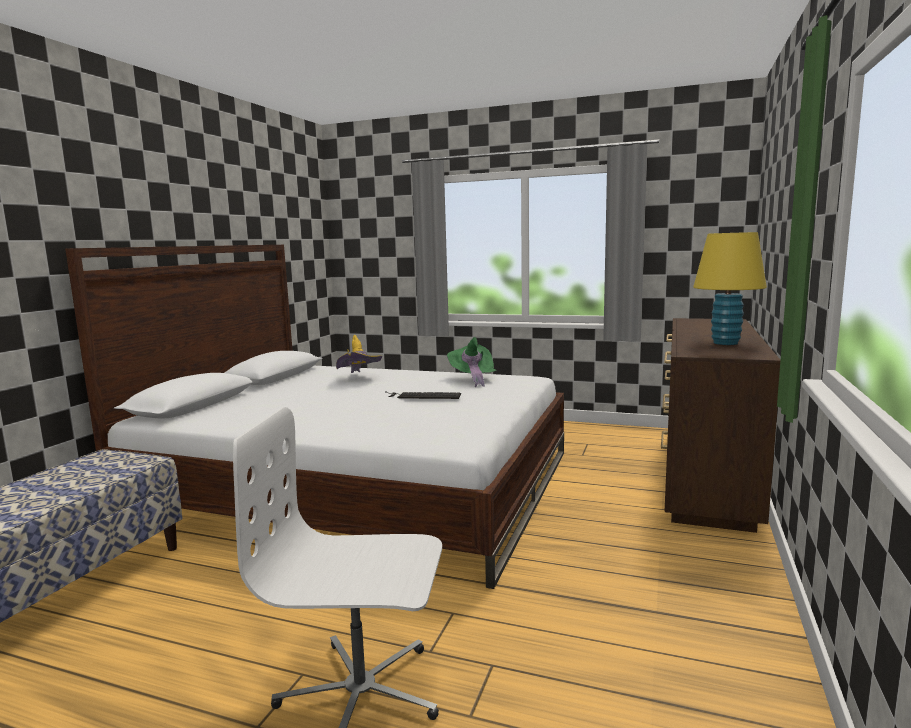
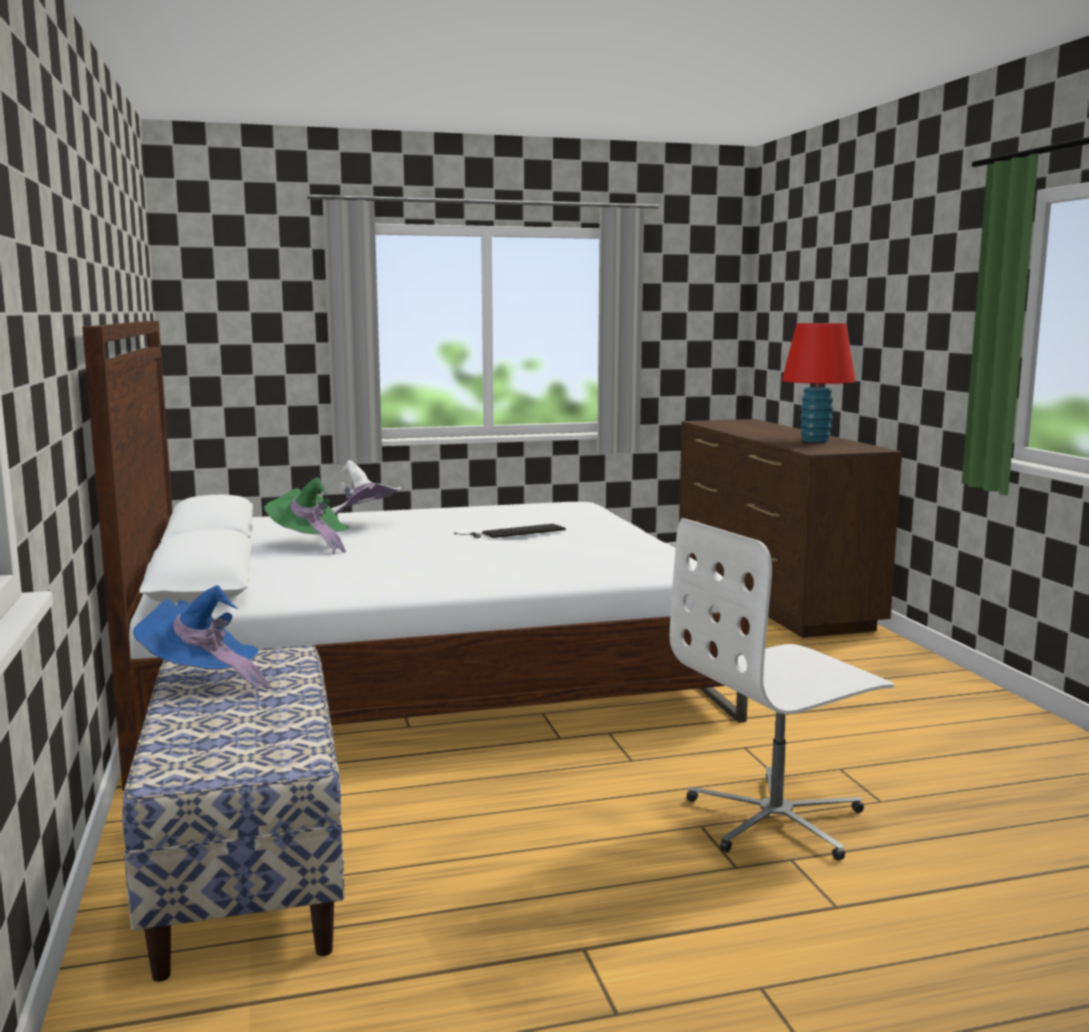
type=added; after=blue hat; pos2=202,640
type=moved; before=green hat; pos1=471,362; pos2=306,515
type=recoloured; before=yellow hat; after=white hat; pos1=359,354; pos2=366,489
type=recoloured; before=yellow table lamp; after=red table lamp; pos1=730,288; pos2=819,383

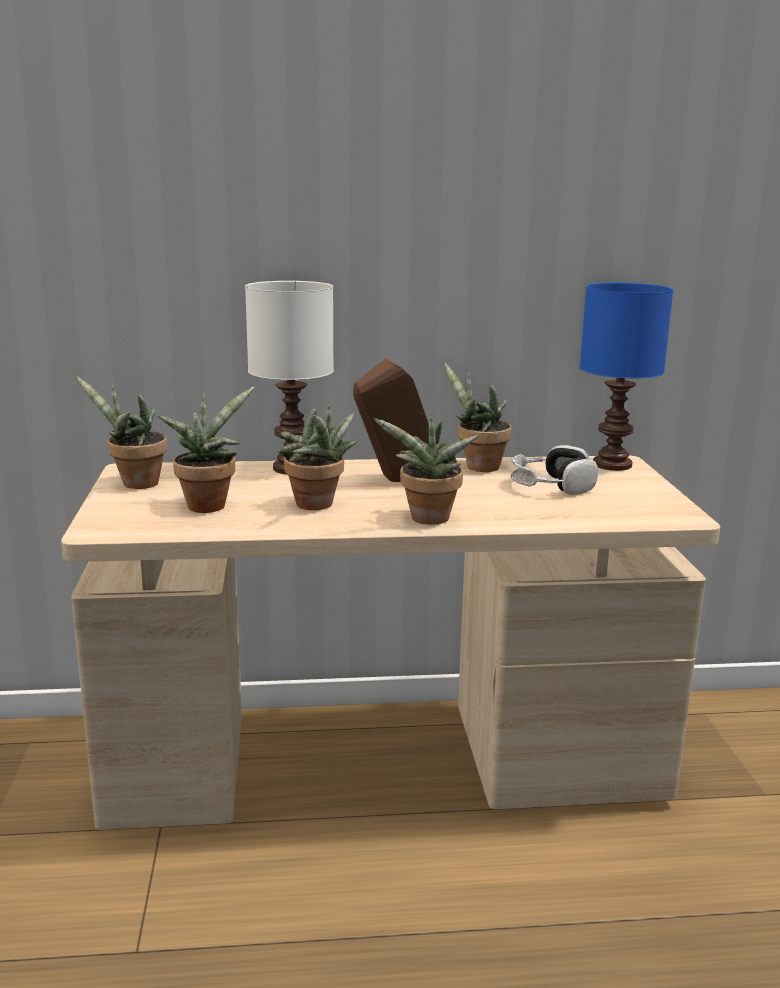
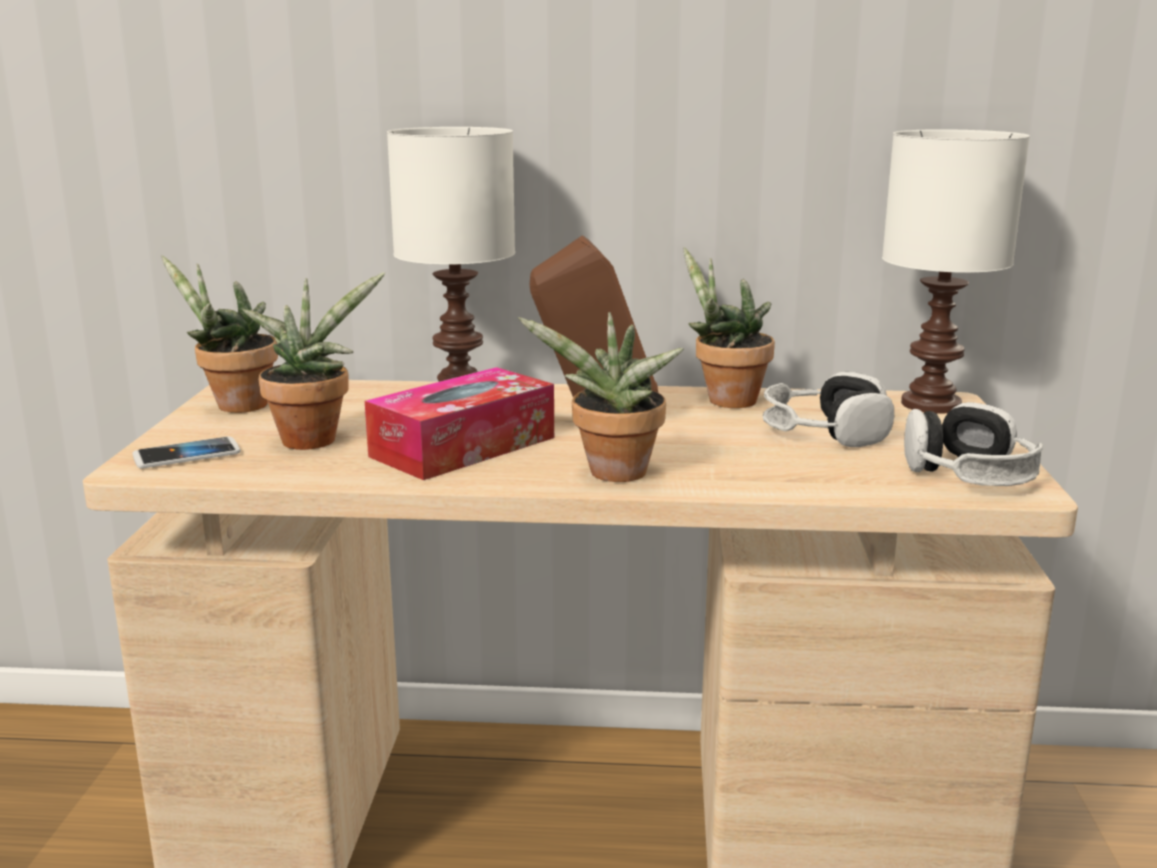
type=added; after=phone; pos2=187,452
type=added; after=headphones; pos2=973,444
type=replaced; before=potted plant; after=tissue box; pos1=318,455; pos2=459,423
type=recoloured; before=blue table lamp; after=white table lamp; pos1=627,376; pos2=956,271

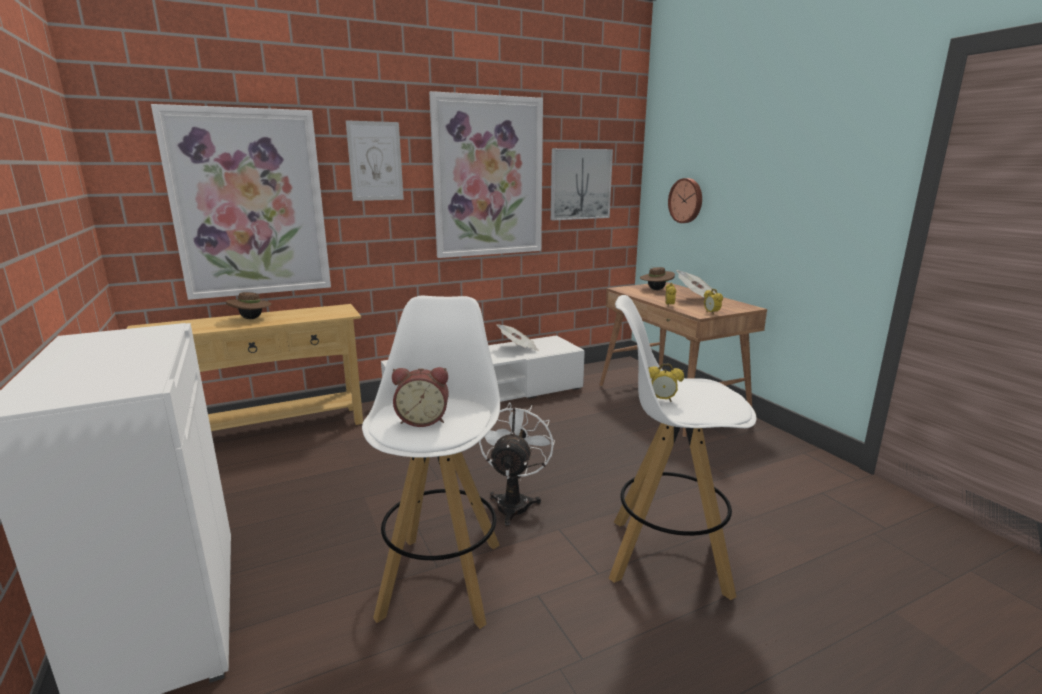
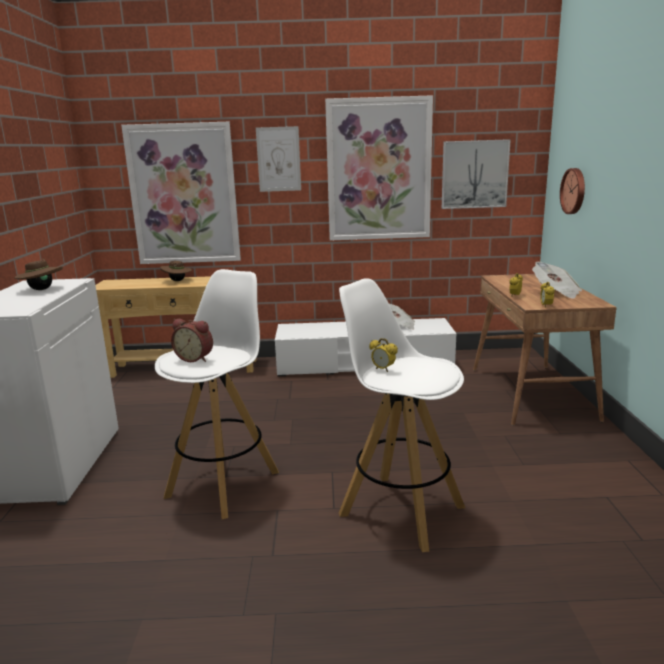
type=removed; before=white fan; pos1=517,464
type=moved; before=brown hat; pos1=657,278; pos2=38,275

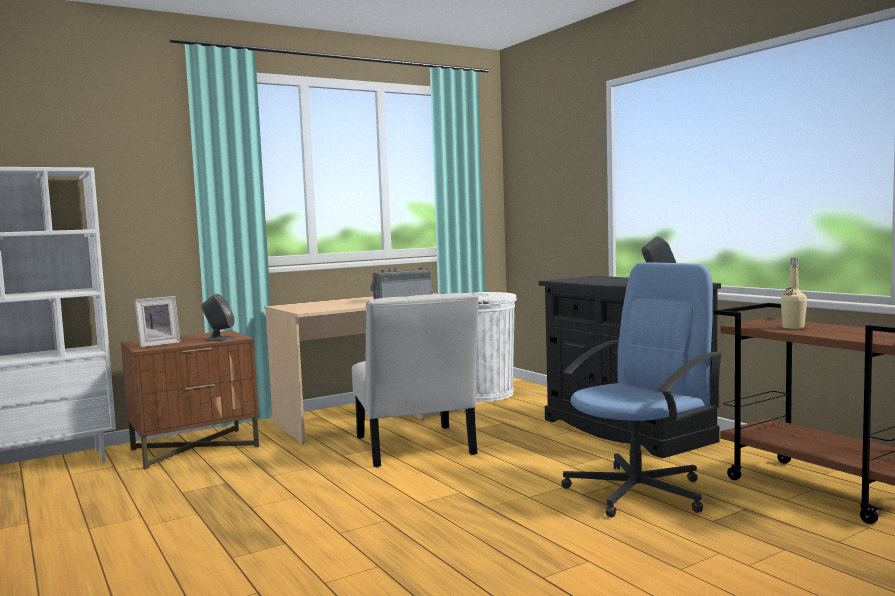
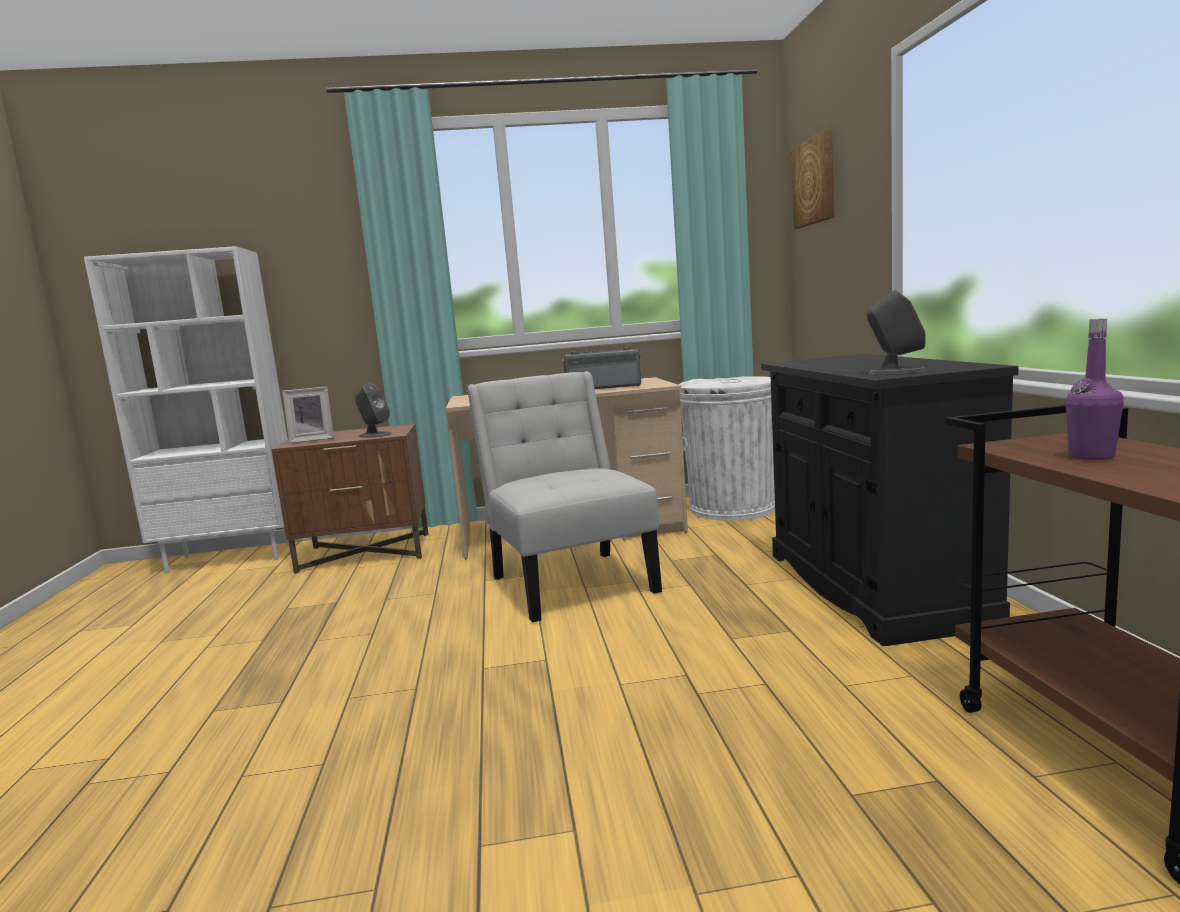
type=removed; before=blue office chair; pos1=642,389
type=added; after=picture; pos2=812,179
type=recoloured; before=beige bottle; after=purple bottle; pos1=794,293; pos2=1095,389
type=turned; before=white chair; pos1=415,380; pos2=564,496; turn=150

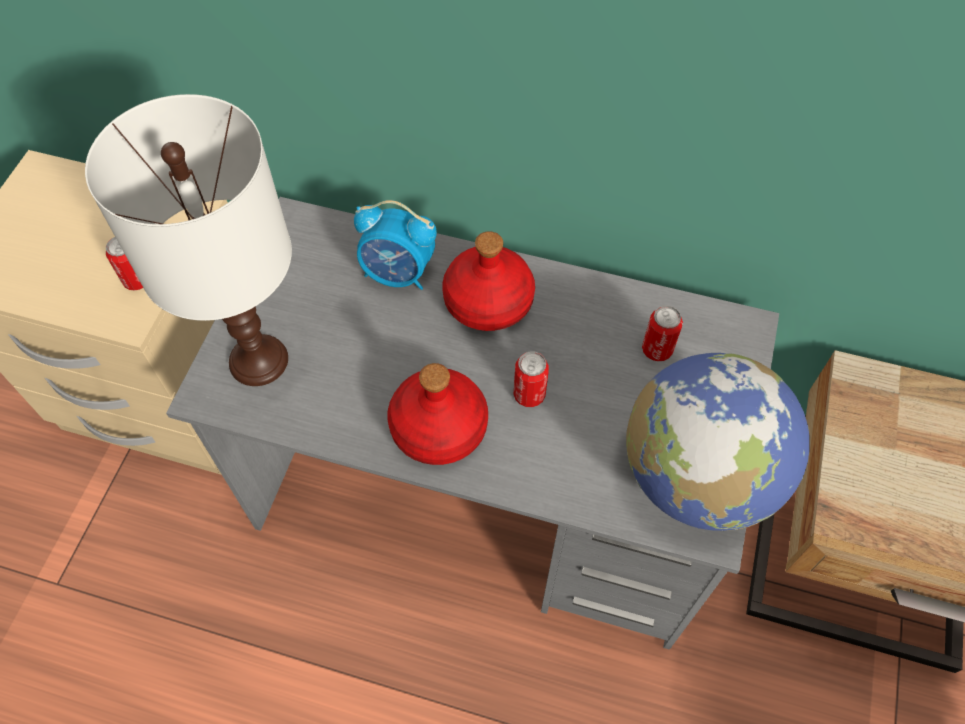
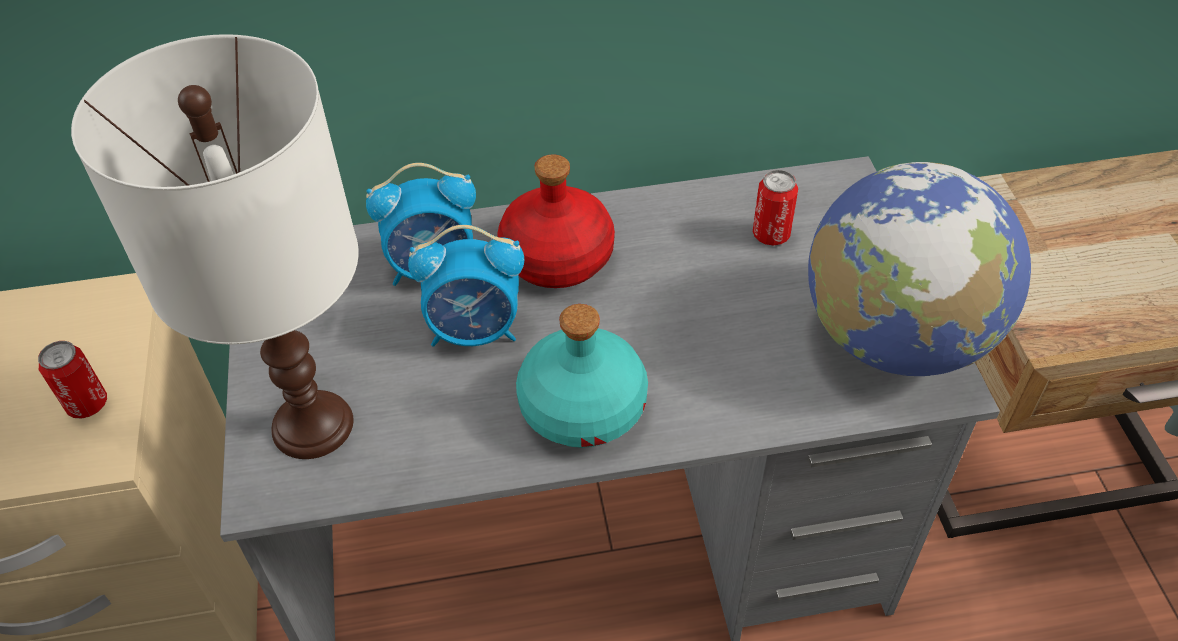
type=removed; before=can; pos1=531,379
type=added; after=alarm clock; pos2=466,286
type=recoloured; before=red bottle; after=turquoise bottle; pos1=437,414; pos2=582,376

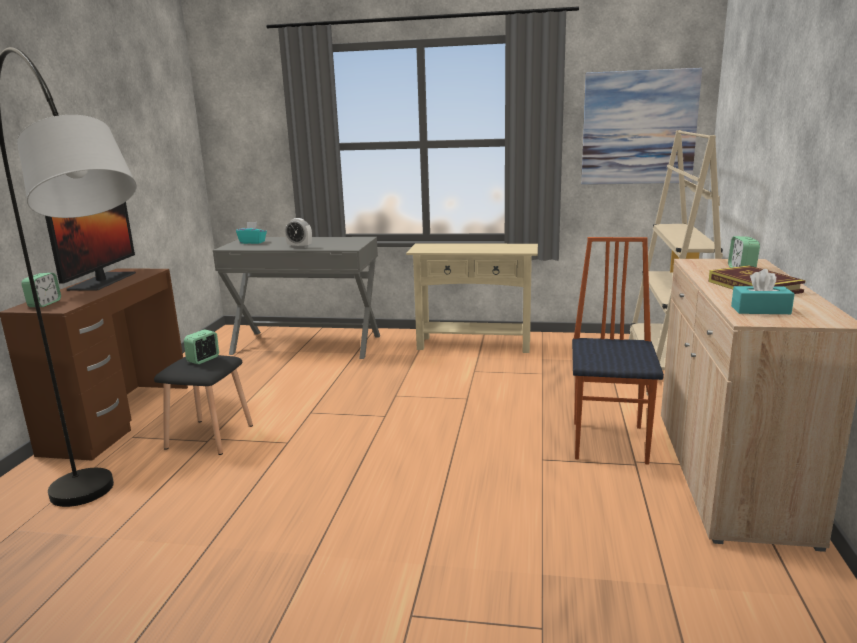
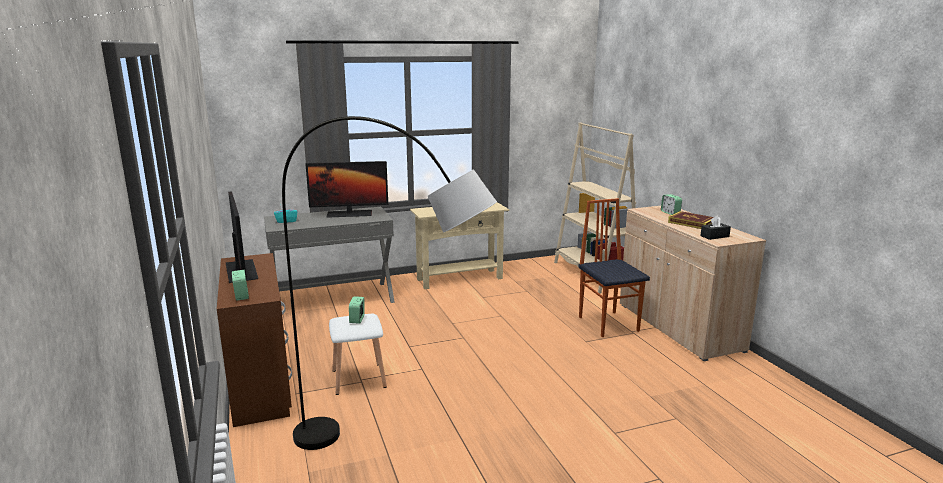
type=removed; before=alarm clock; pos1=298,233
type=removed; before=picture; pos1=641,126
type=added; after=monitor; pos2=346,189
type=recoloured; before=black stool; after=white stool; pos1=203,405; pos2=358,354
type=recoloured; before=turquoise tissue box; after=black tissue box; pos1=762,291; pos2=715,228

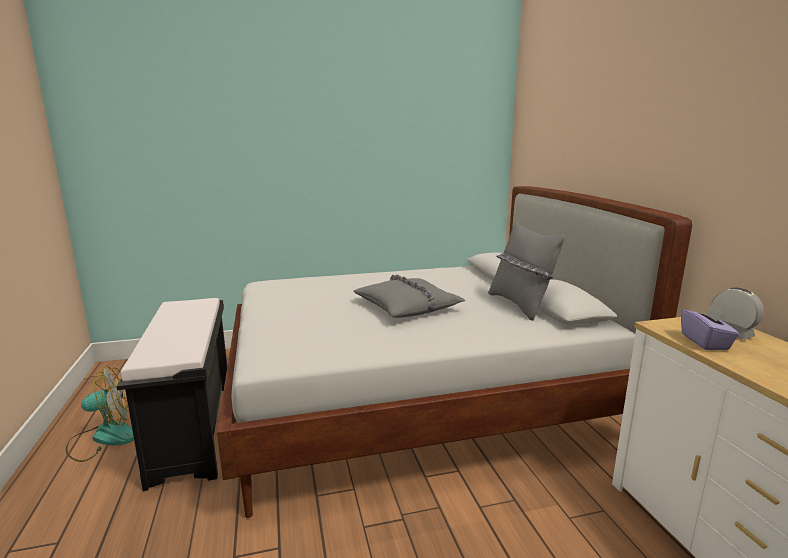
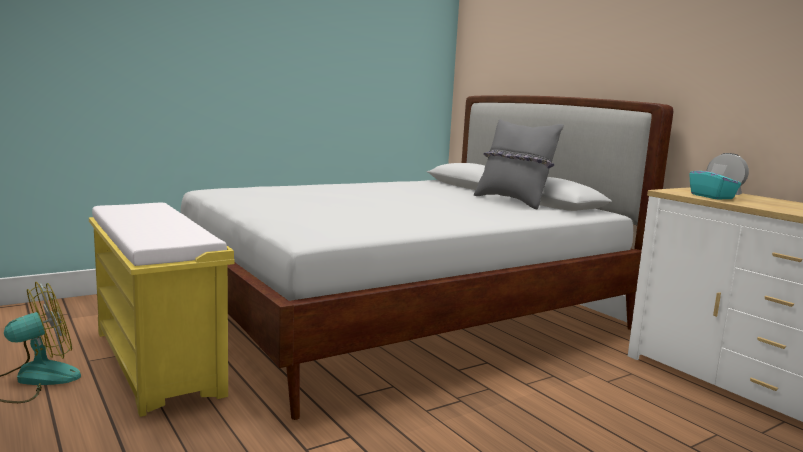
type=removed; before=grey pillow; pos1=409,296
type=recoloured; before=black bench; after=yellow bench; pos1=172,394; pos2=161,310
type=recoloured; before=purple tissue box; after=turquoise tissue box; pos1=710,326; pos2=715,181

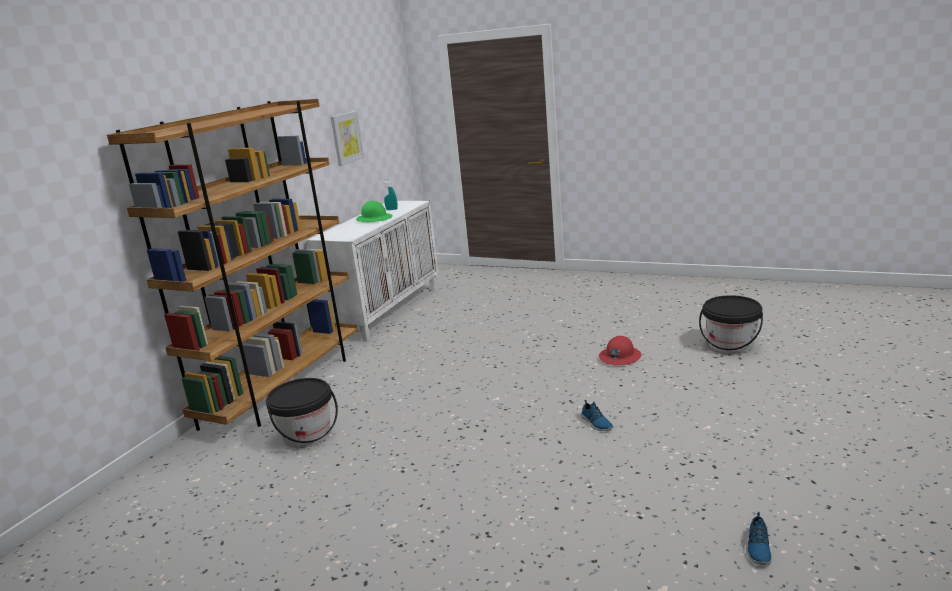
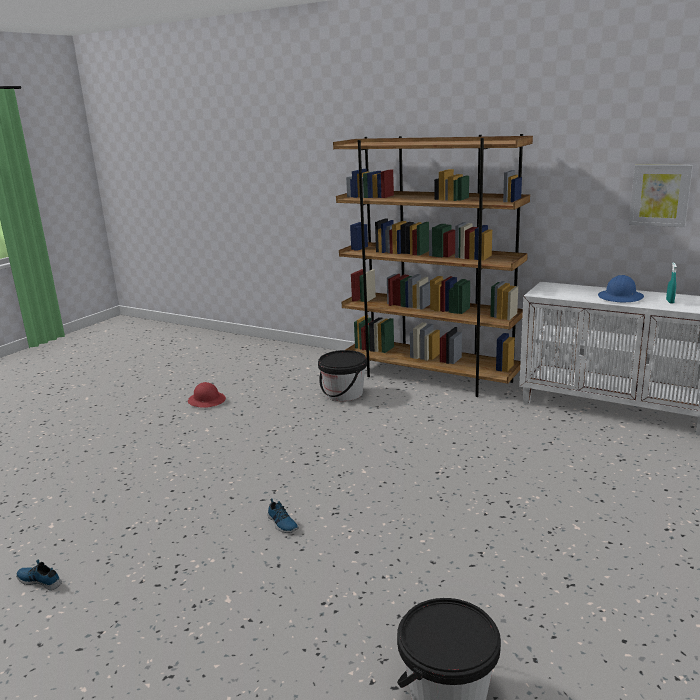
type=moved; before=red hard hat; pos1=620,350; pos2=207,395
type=recoloured; before=green hard hat; after=blue hard hat; pos1=374,211; pos2=621,288
type=turned; before=shoe; pos1=597,415; pos2=283,516; turn=-105

